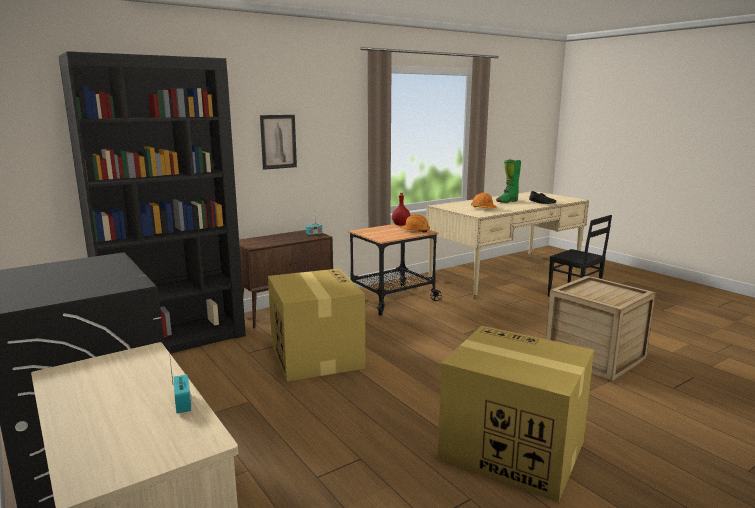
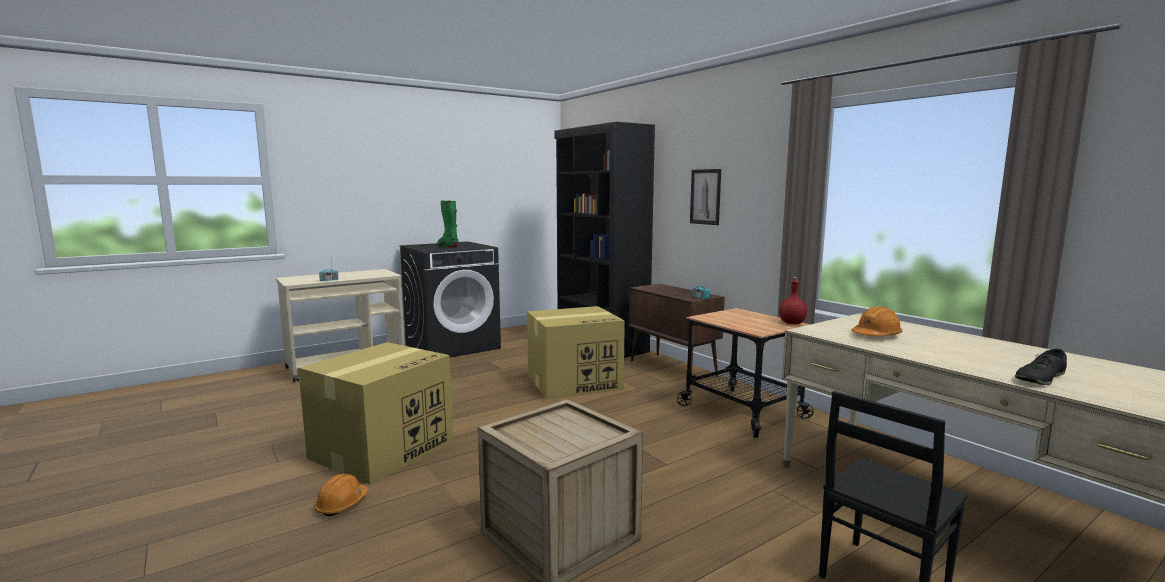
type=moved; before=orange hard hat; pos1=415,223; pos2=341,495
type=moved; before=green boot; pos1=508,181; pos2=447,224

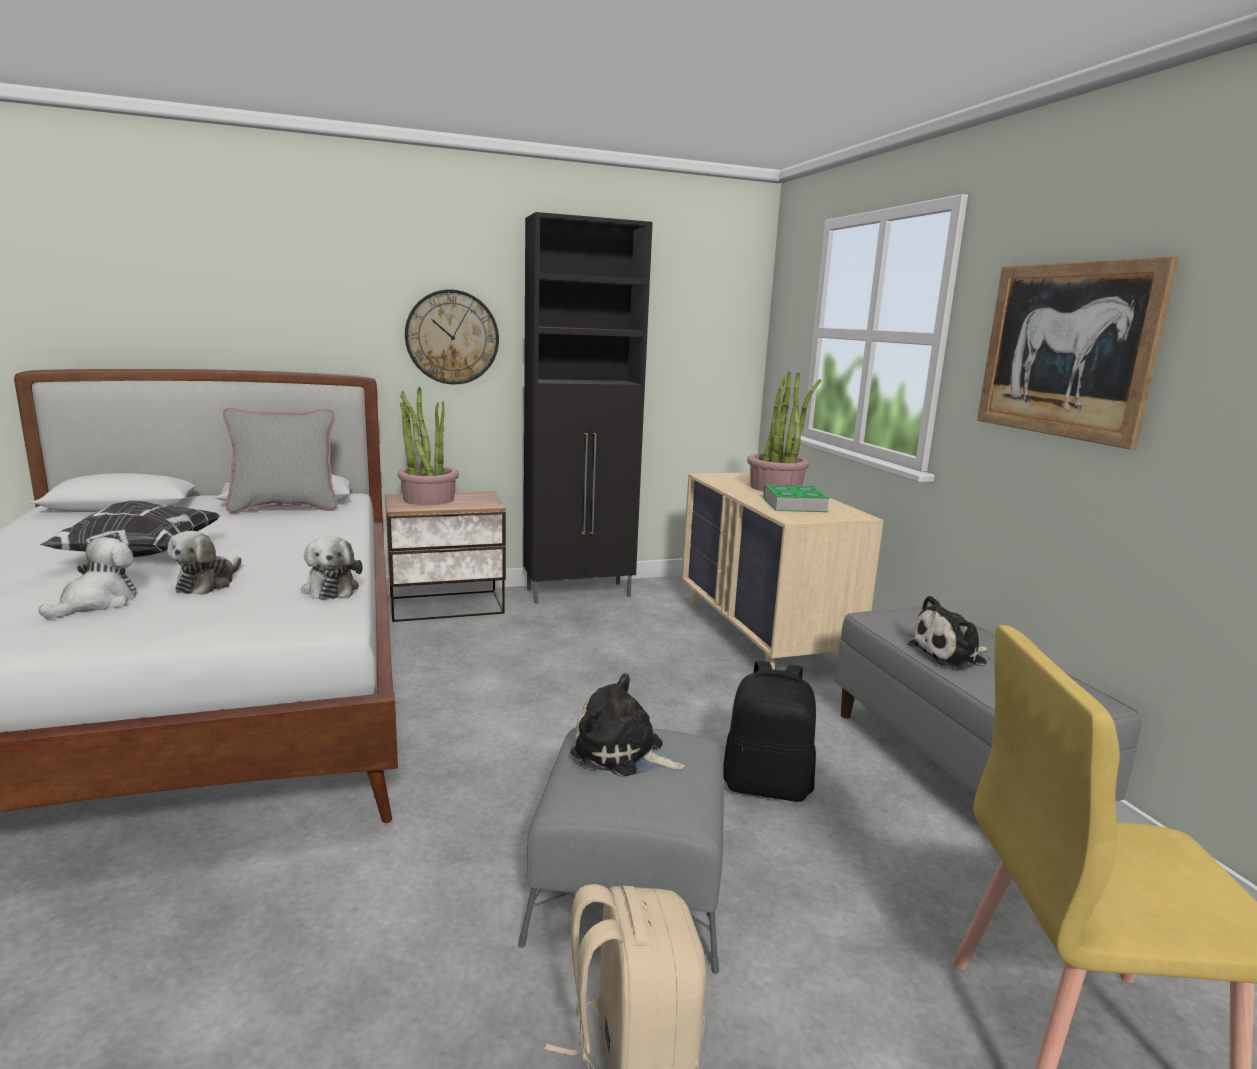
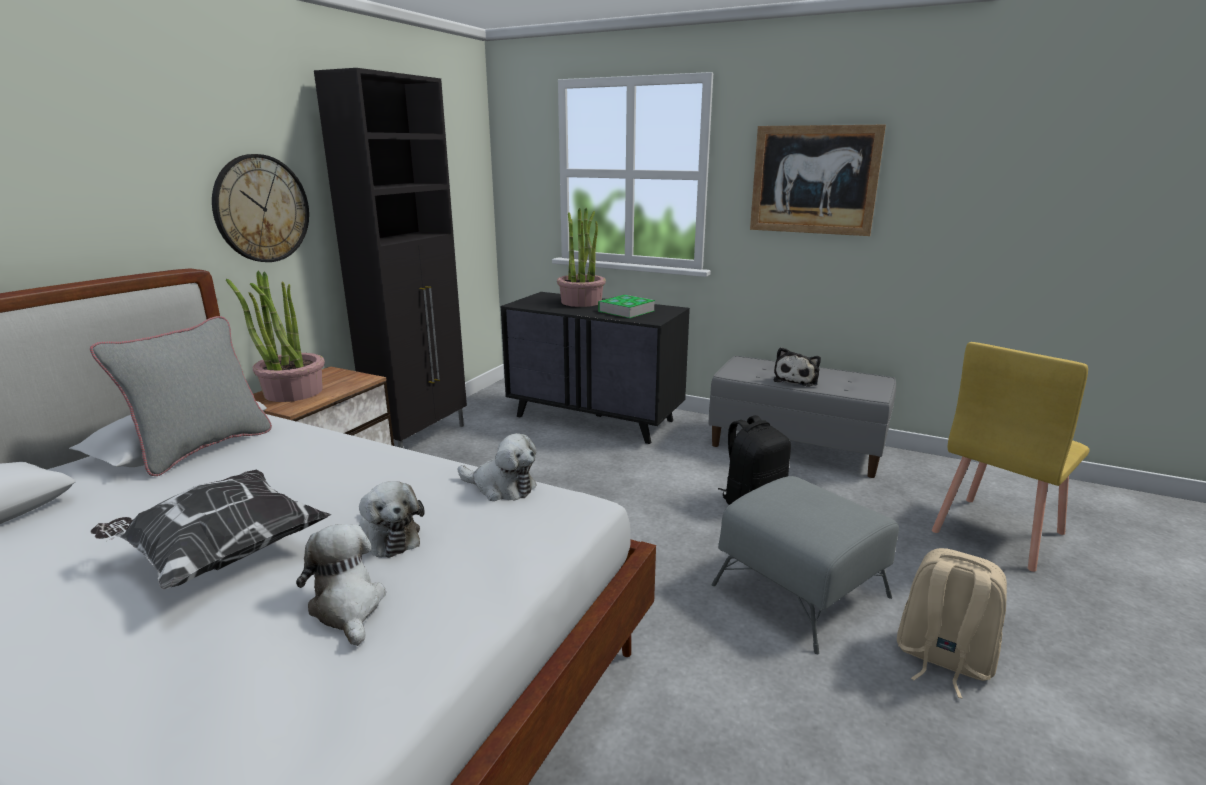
type=removed; before=plush toy; pos1=627,725
type=recoloured; before=beige dresser; after=black dresser; pos1=783,570; pos2=595,368

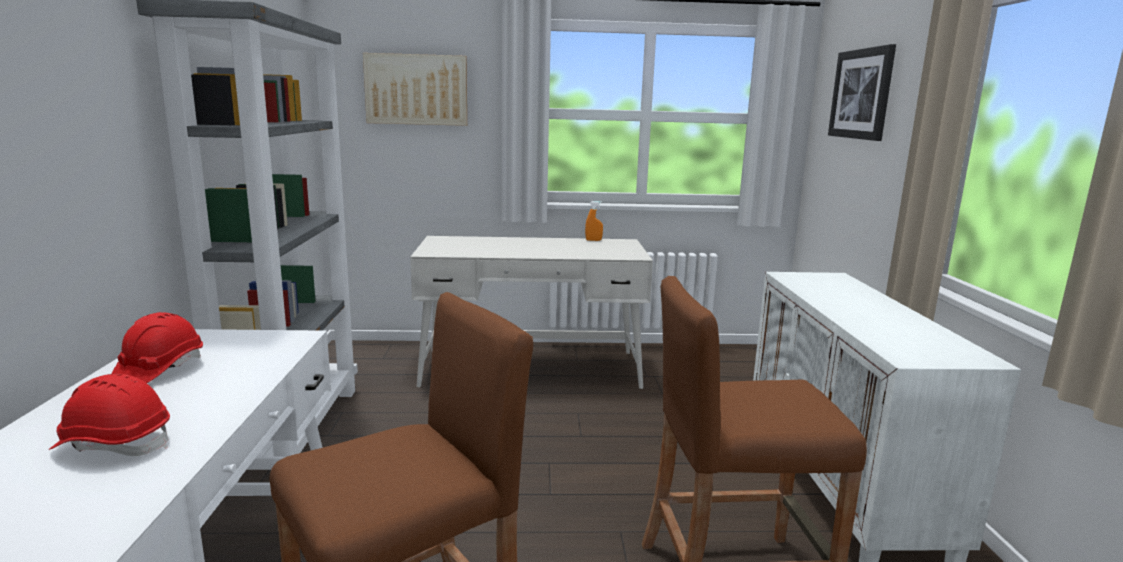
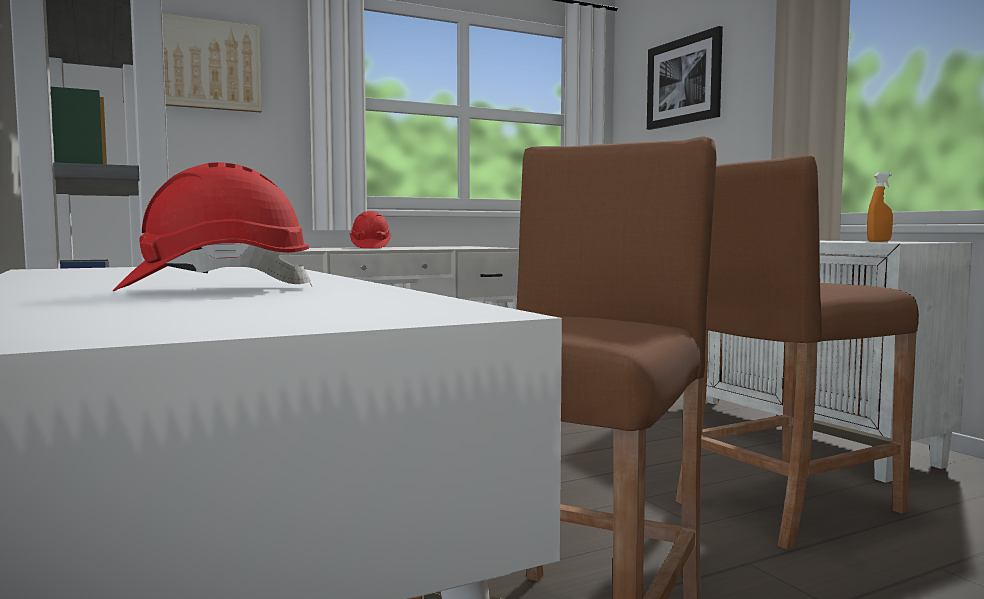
type=moved; before=red hard hat; pos1=157,347; pos2=370,229
type=moved; before=orange spray bottle; pos1=594,221; pos2=880,207

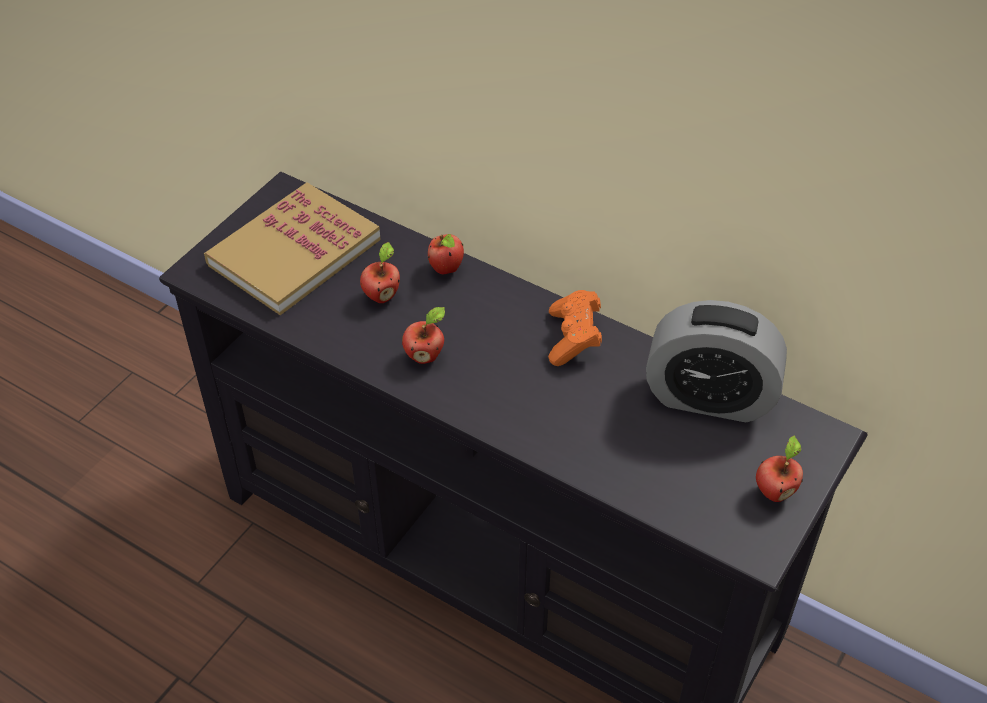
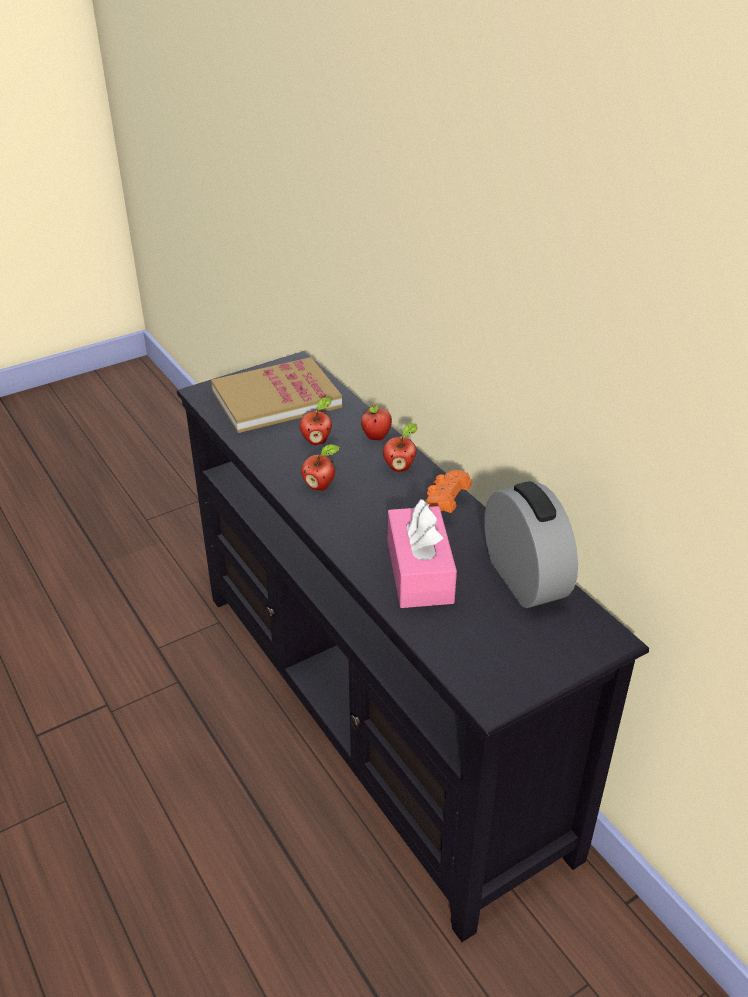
type=added; after=pink tissue box; pos2=422,553
type=moved; before=apple; pos1=779,468; pos2=400,447
type=turned; before=alarm clock; pos1=716,361; pos2=531,545; turn=-150

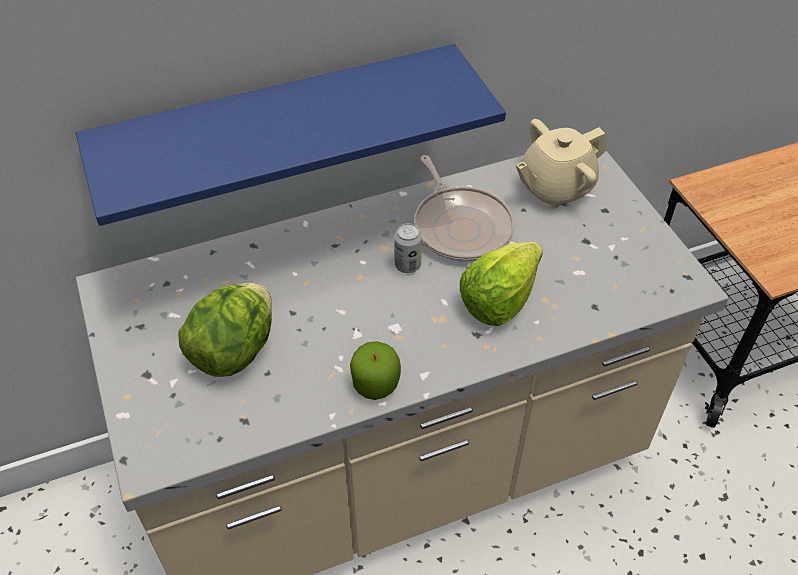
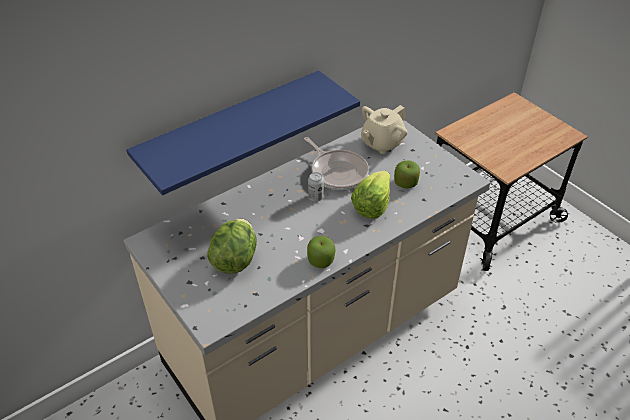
type=added; after=apple; pos2=407,175

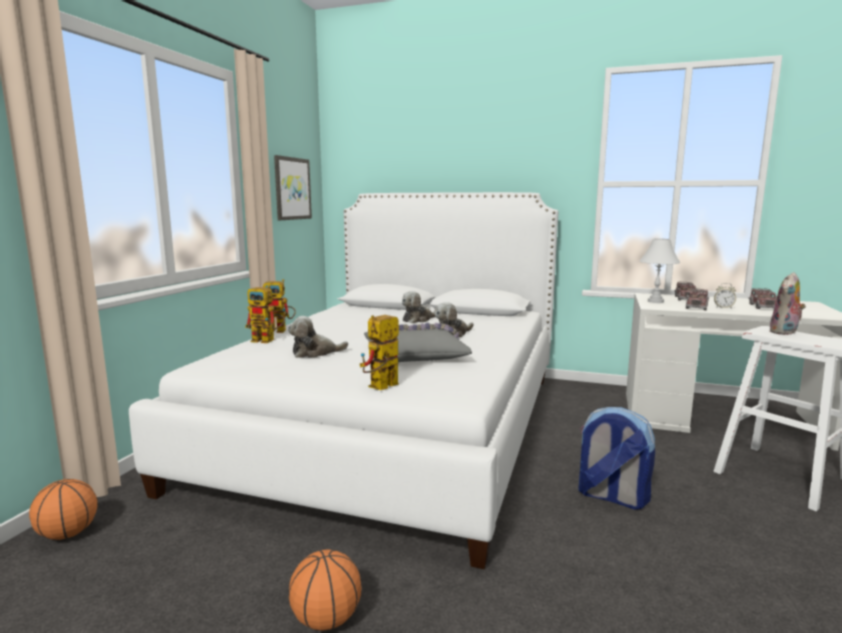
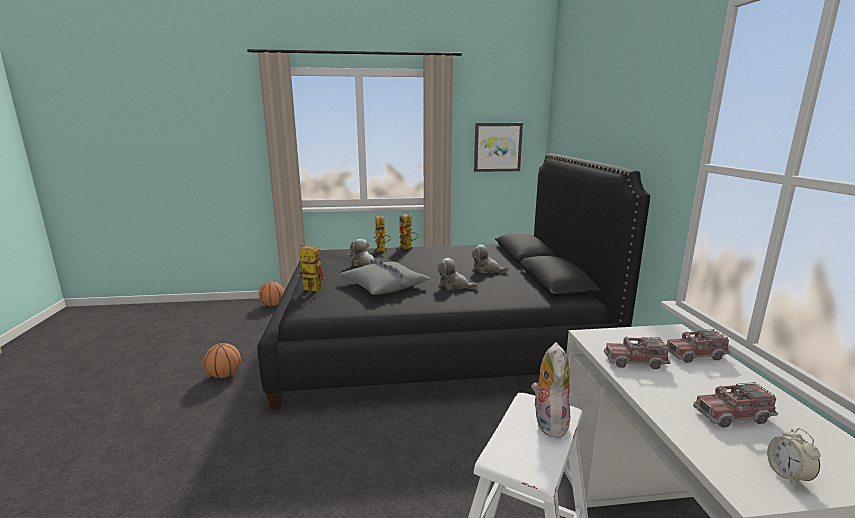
type=removed; before=backpack; pos1=616,458
type=removed; before=white table lamp; pos1=659,271
type=moved; before=alarm clock; pos1=725,296; pos2=793,456
type=recoloured; before=white bed; after=black bed; pos1=343,380; pos2=453,282
type=turned; before=plush toy; pos1=787,303; pos2=550,390; turn=75

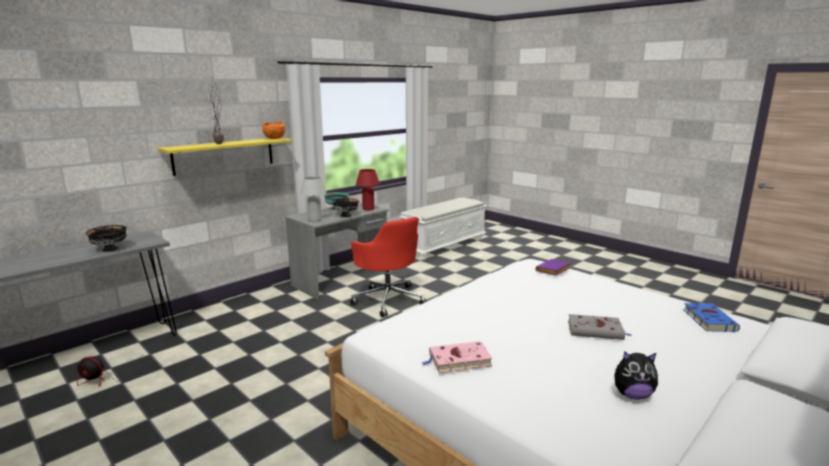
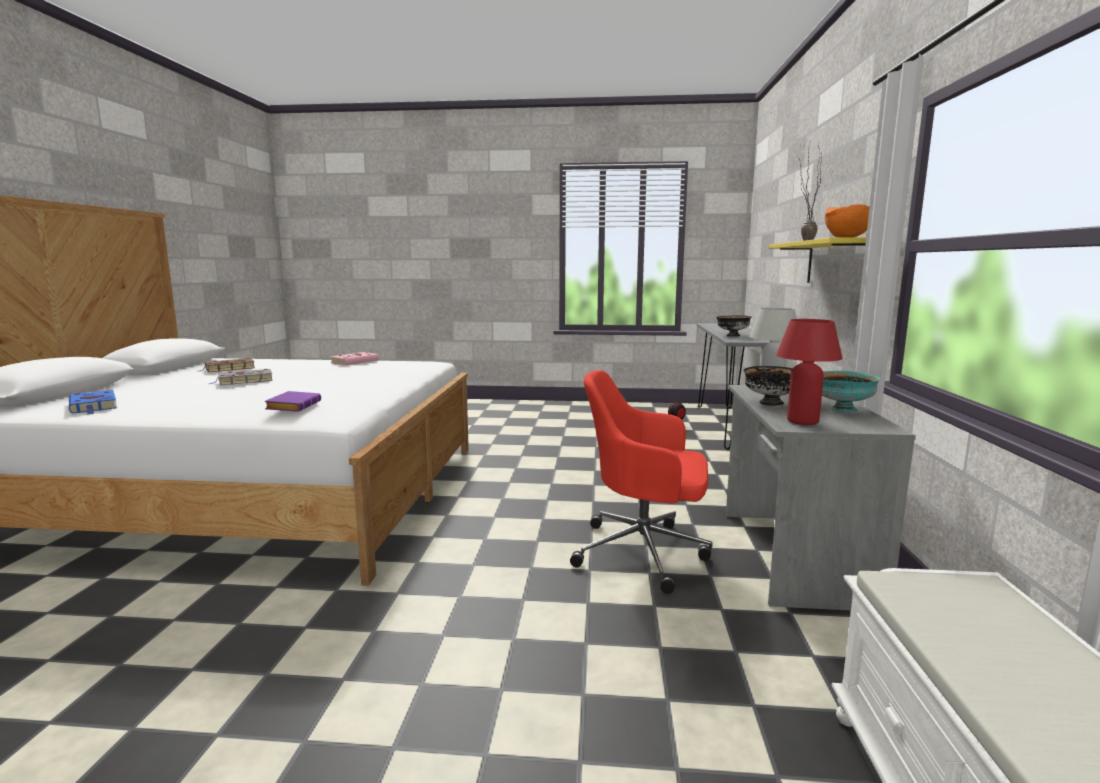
type=replaced; before=plush toy; after=brown book; pos1=636,375; pos2=226,365

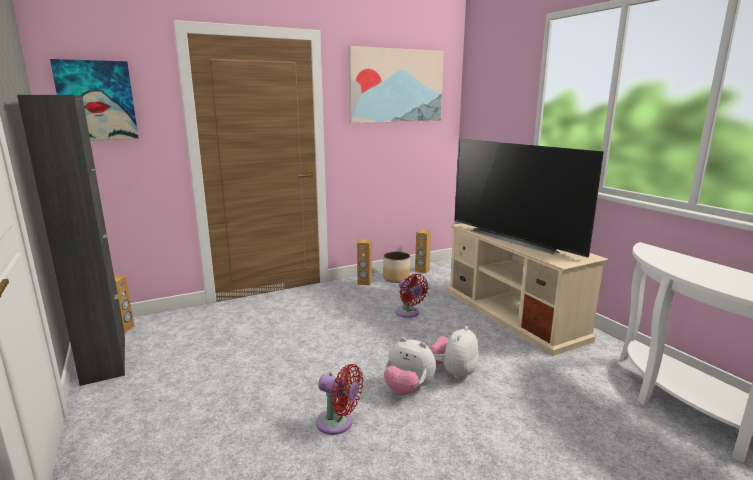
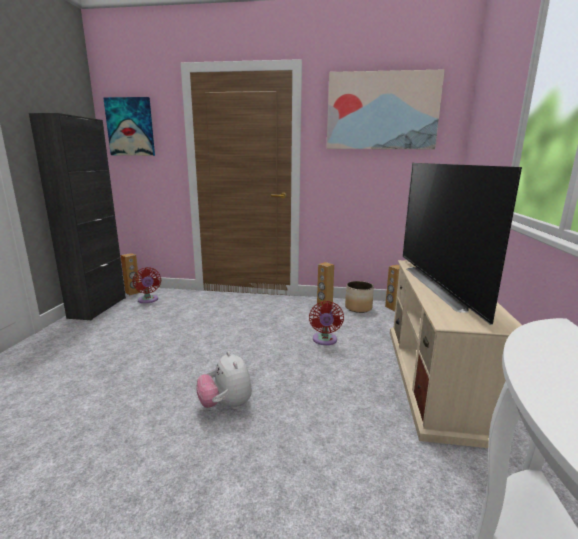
type=removed; before=plush toy; pos1=454,352
type=moved; before=red fan; pos1=339,399; pos2=146,285

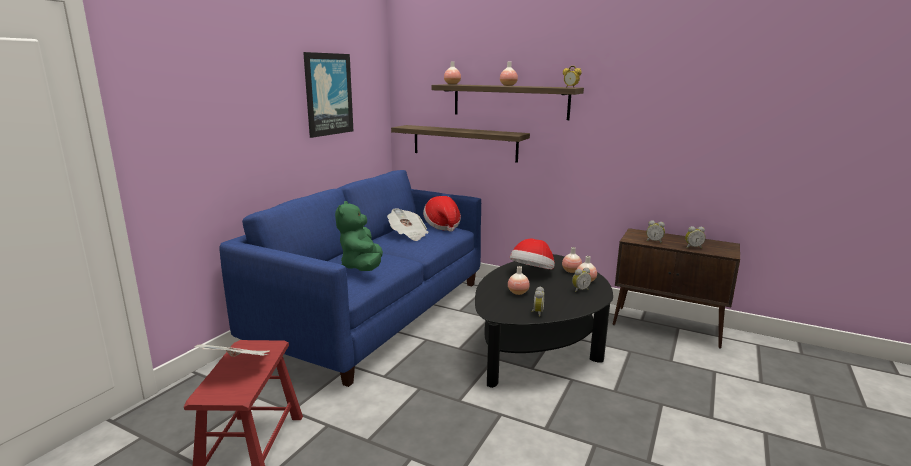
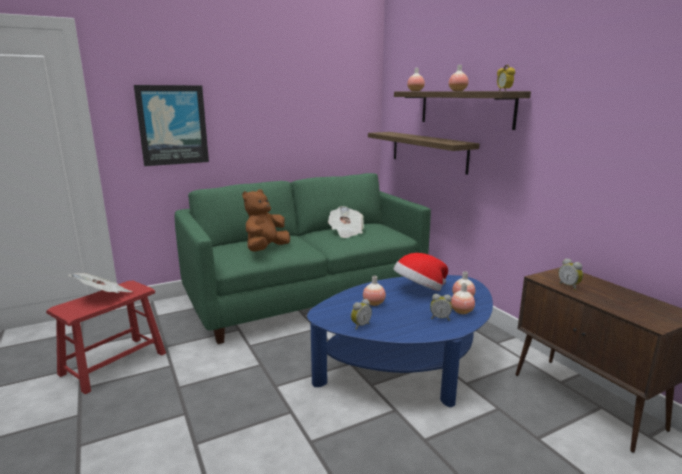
type=removed; before=hat; pos1=442,214
type=removed; before=alarm clock; pos1=695,237
type=moved; before=picture; pos1=328,95; pos2=171,125
type=recoloured; before=blue sofa; after=green sofa; pos1=350,278; pos2=302,258
type=recoloured; before=green plush toy; after=brown plush toy; pos1=359,236; pos2=266,220
type=recoloured; before=black coffee table; after=blue coffee table; pos1=544,321; pos2=400,341

